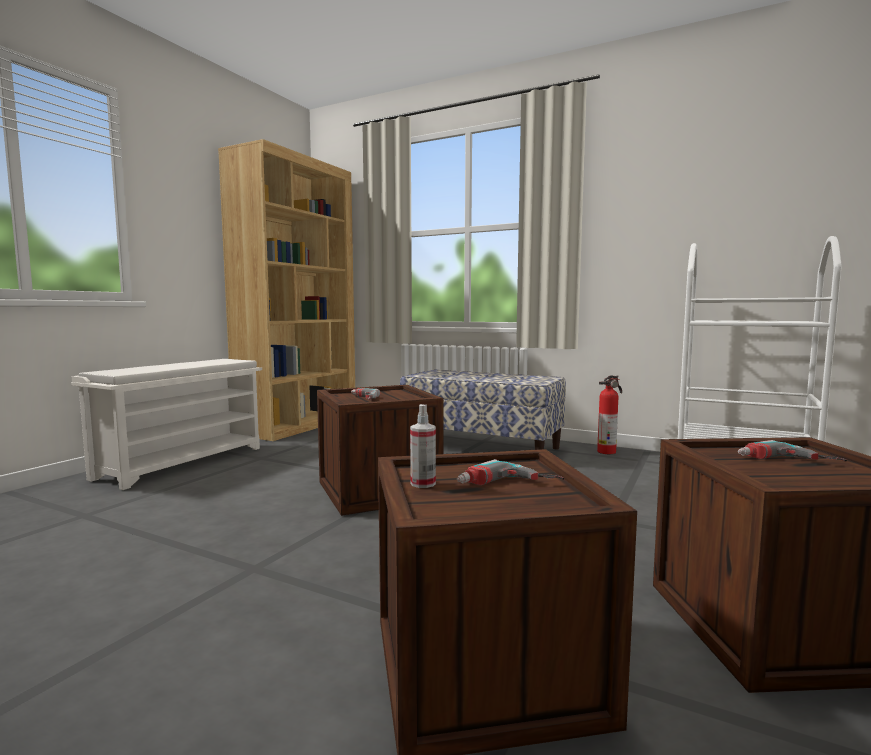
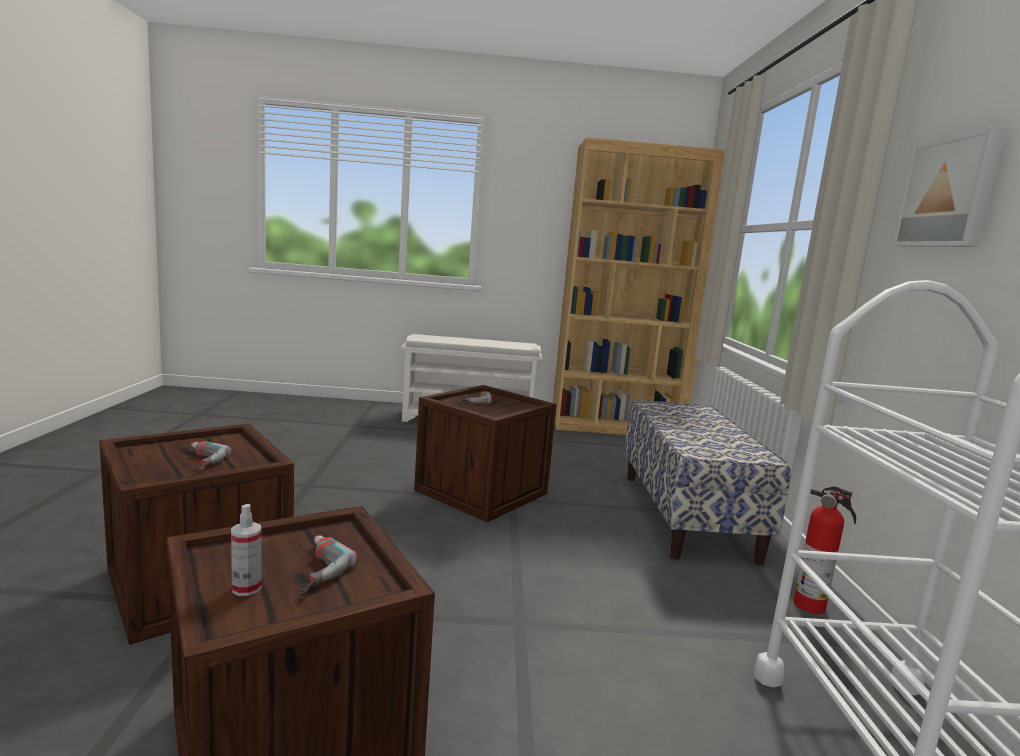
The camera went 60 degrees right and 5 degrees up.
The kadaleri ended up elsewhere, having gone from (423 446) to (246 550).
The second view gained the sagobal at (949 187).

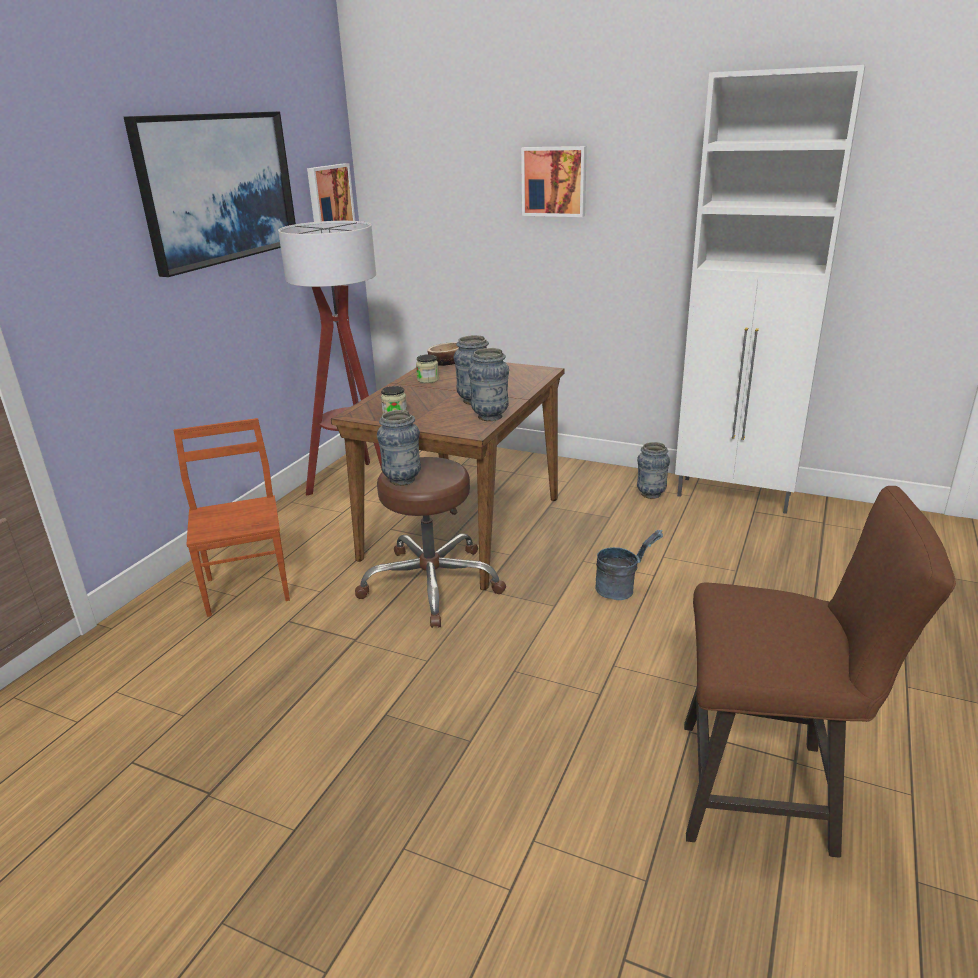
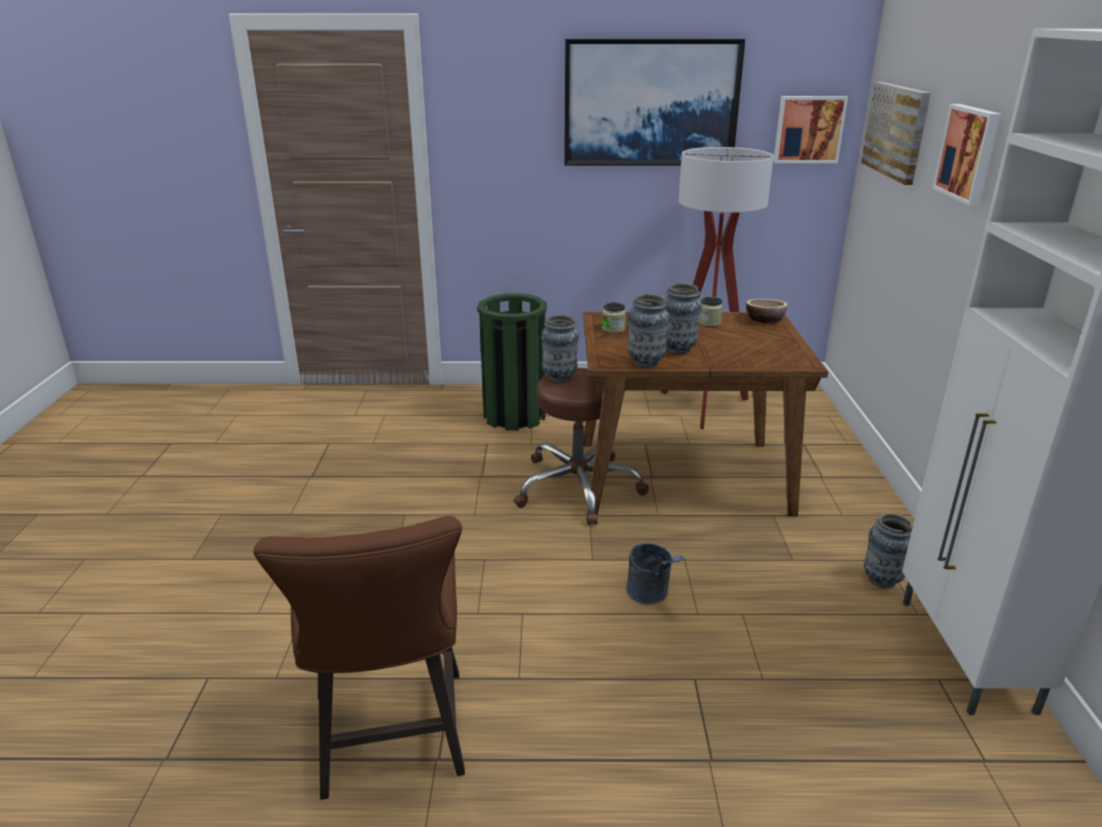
The camera went 65 degrees right and 0 degrees up.
Where the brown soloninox stood at (231 517), the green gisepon came to stand at (512 362).
The second view gained the sagobal at (896 133).

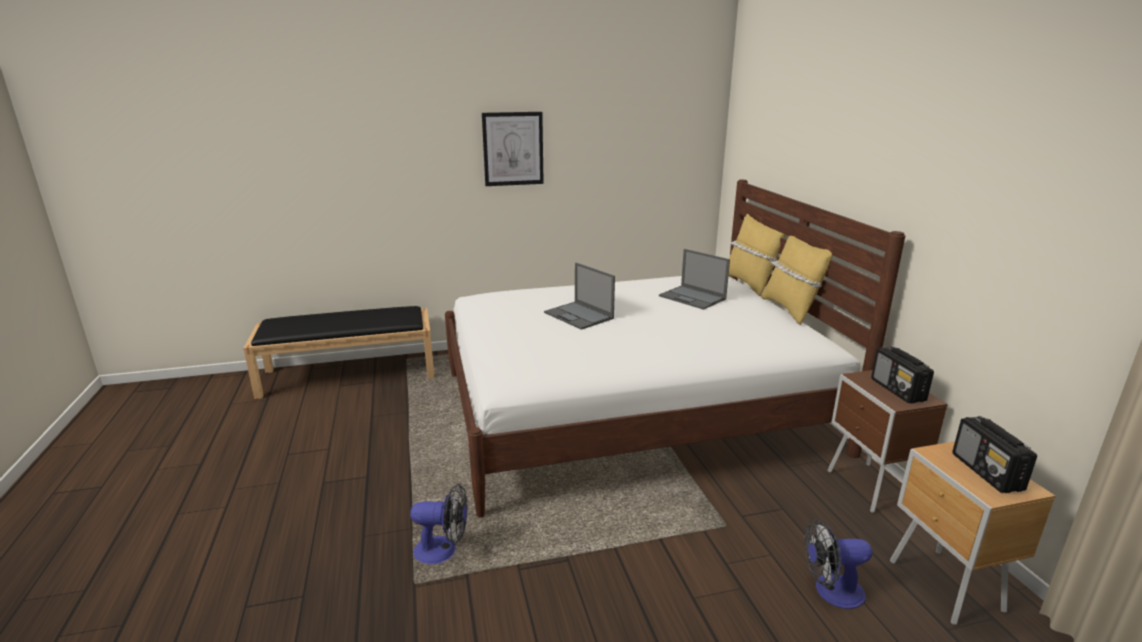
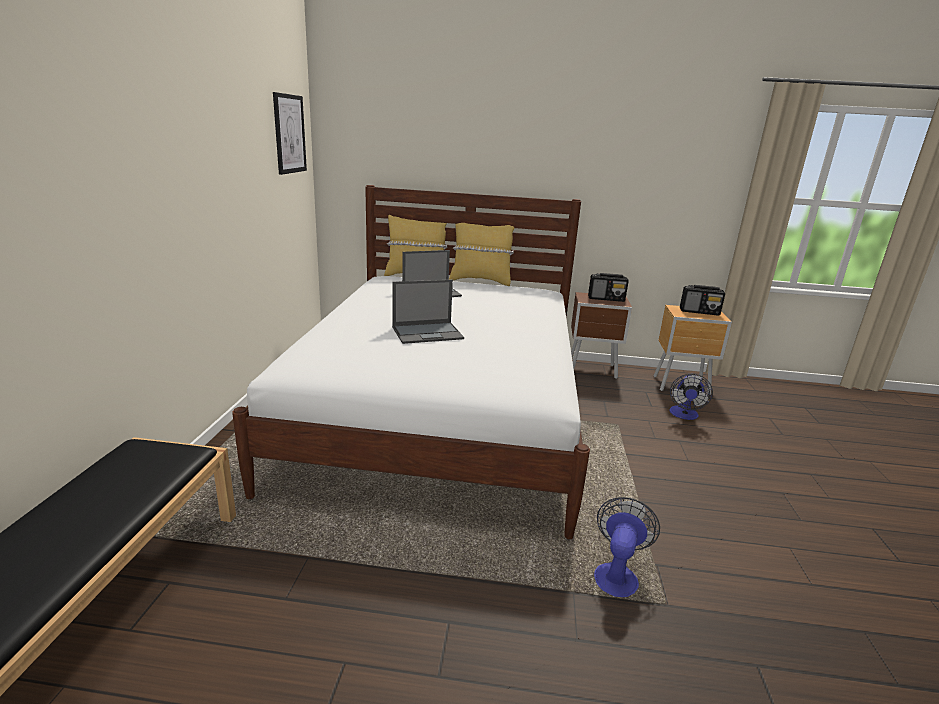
The camera went 70 degrees left and 0 degrees up.
The sagobal ended up elsewhere, having gone from (513 149) to (290 133).

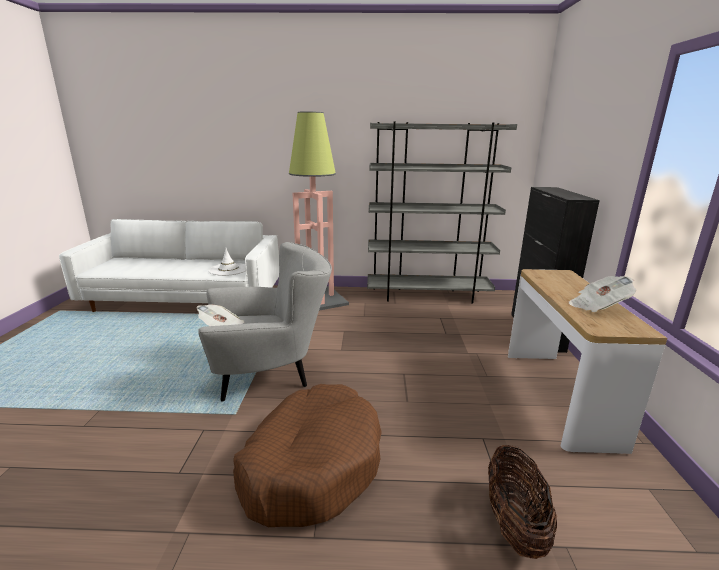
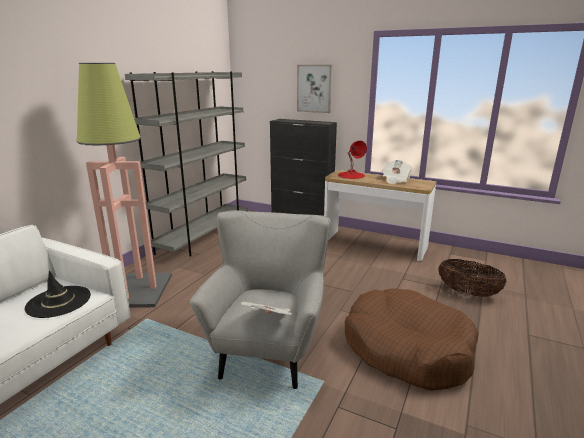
The camera went 65 degrees left and 0 degrees up.
What was the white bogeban at (227 262) turned into the black bogeban at (58 294).
The second view gained the sagobal at (314 89).
The second view gained the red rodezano at (352 160).

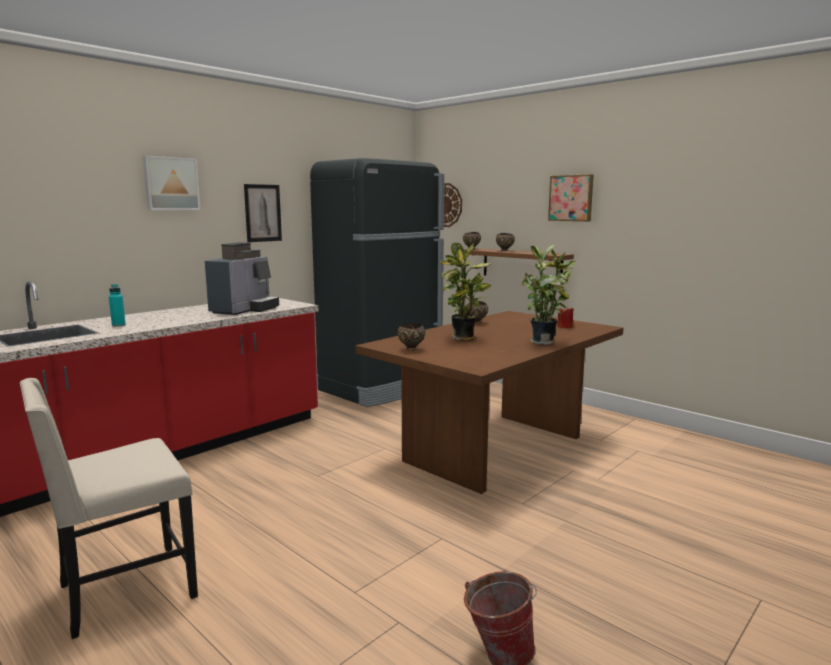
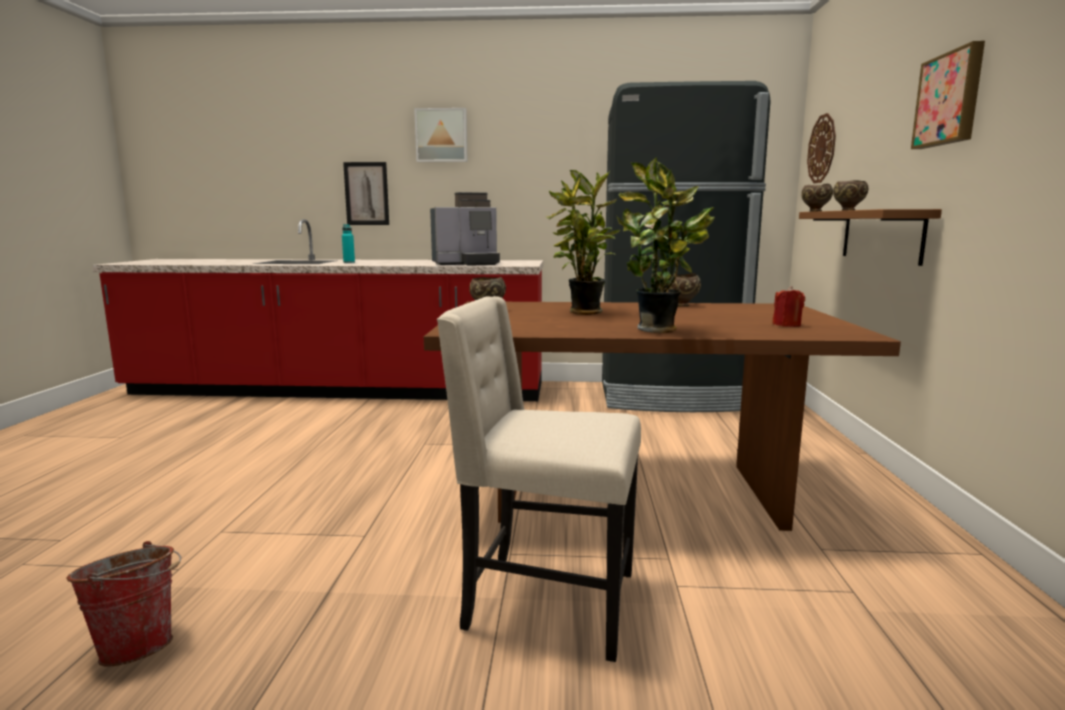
The camera went 50 degrees right and 0 degrees up.
The beige soloninox ended up elsewhere, having gone from (109 508) to (539 479).
The sagobal ended up elsewhere, having gone from (263 213) to (366 193).

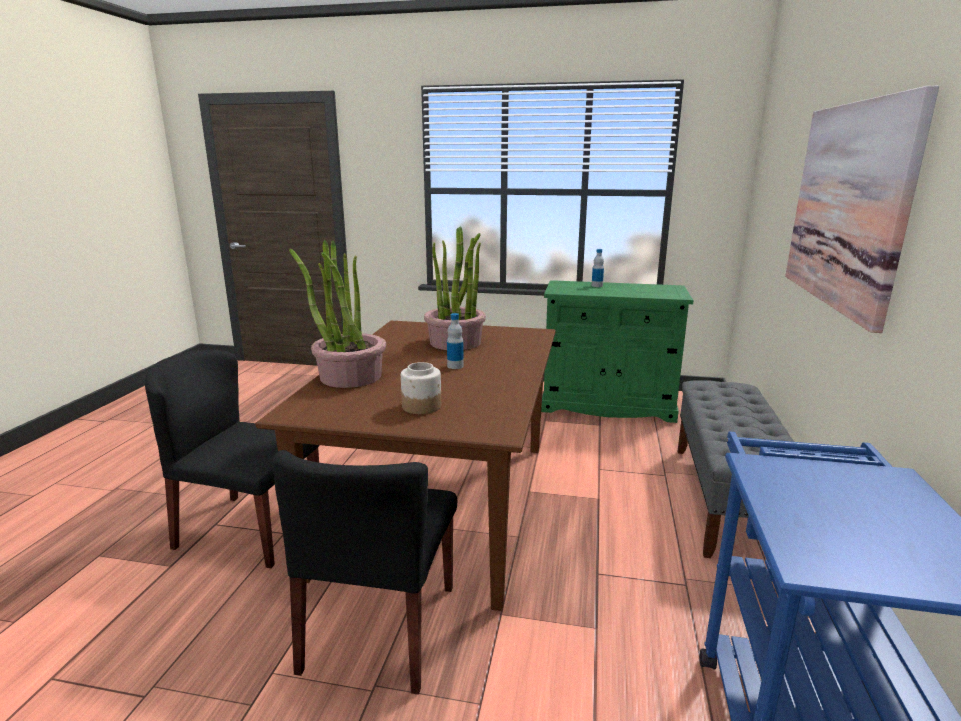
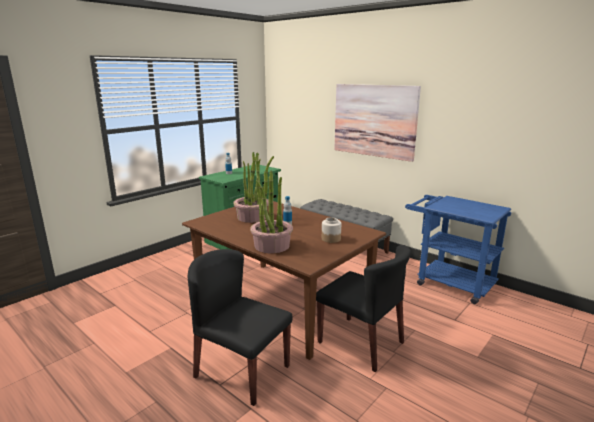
The camera went 60 degrees left and 0 degrees up.
The black soloninox at (232 459) ended up facing another way, 75 degrees clockwise from before.

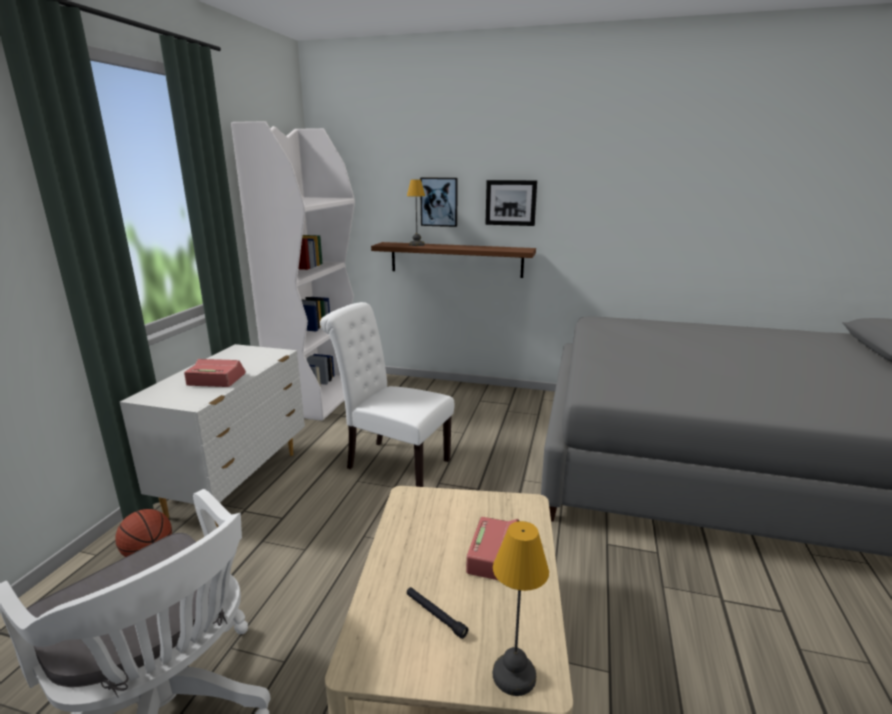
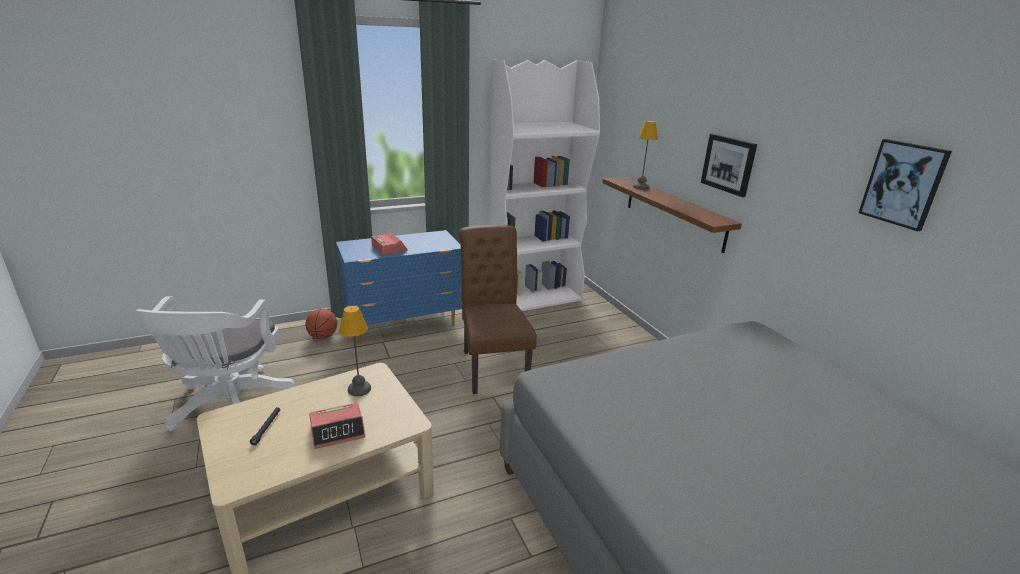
The camera went 50 degrees right and 5 degrees up.
What was the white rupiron at (212 436) turned into the blue rupiron at (399 286).
What was the white soloninox at (387 394) turned into the brown soloninox at (498 309).
The sagobal ended up elsewhere, having gone from (439 202) to (905 185).
The rodezano ended up elsewhere, having gone from (521 608) to (355 351).

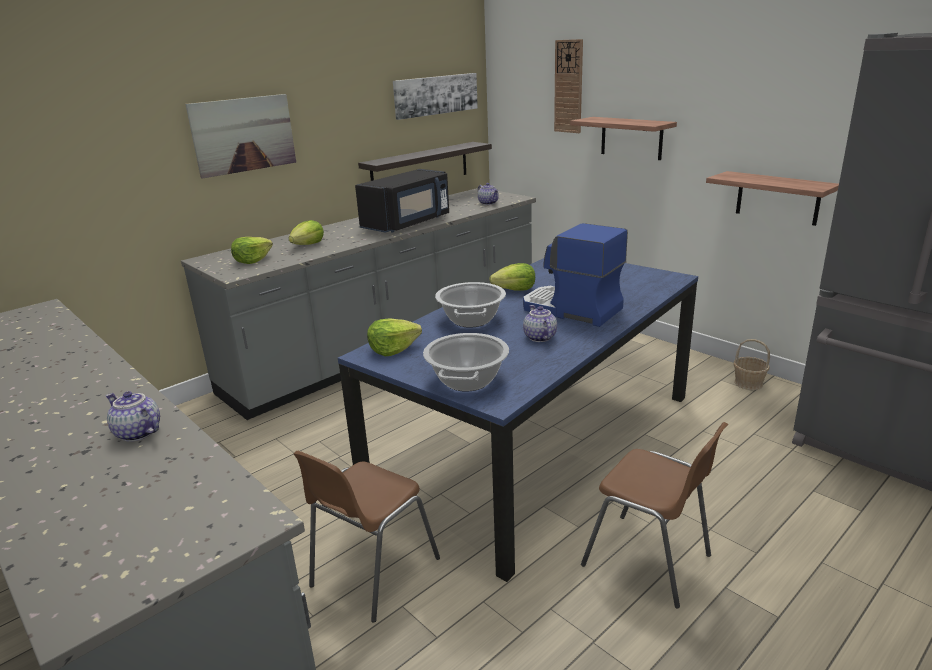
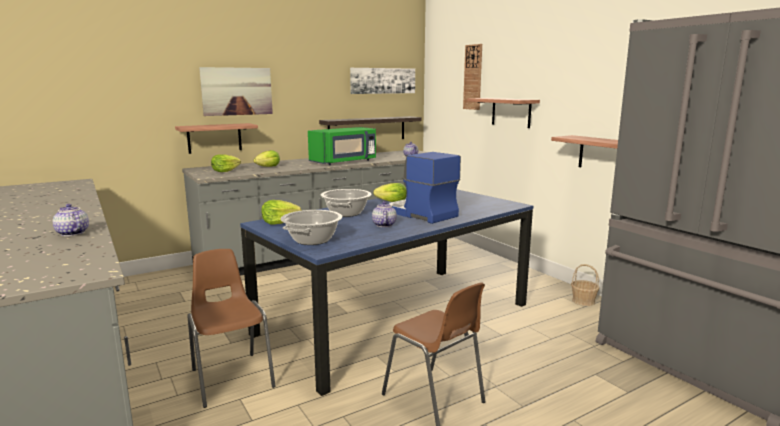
The camera went 10 degrees right and 10 degrees down.
The brown soloninox at (367 537) ended up facing another way, 105 degrees clockwise from before.
What was the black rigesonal at (402 201) turned into the green rigesonal at (342 146).
The second view gained the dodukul at (216 138).

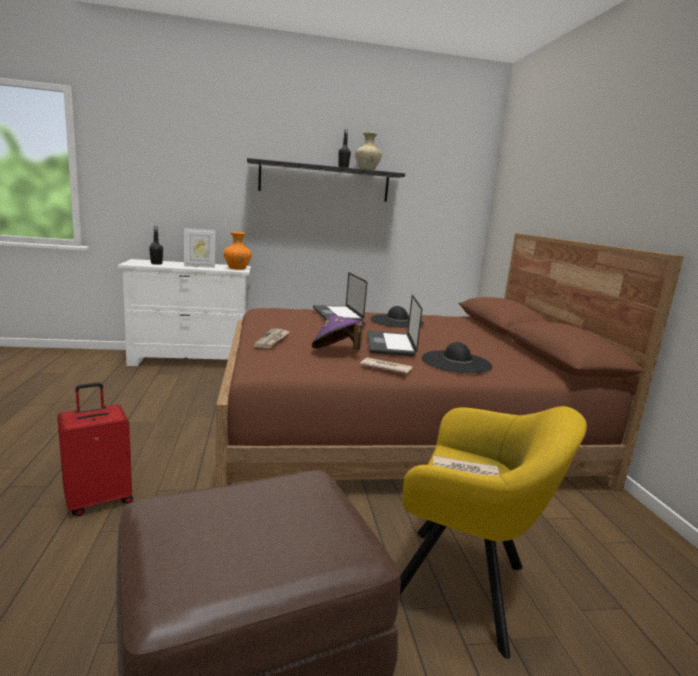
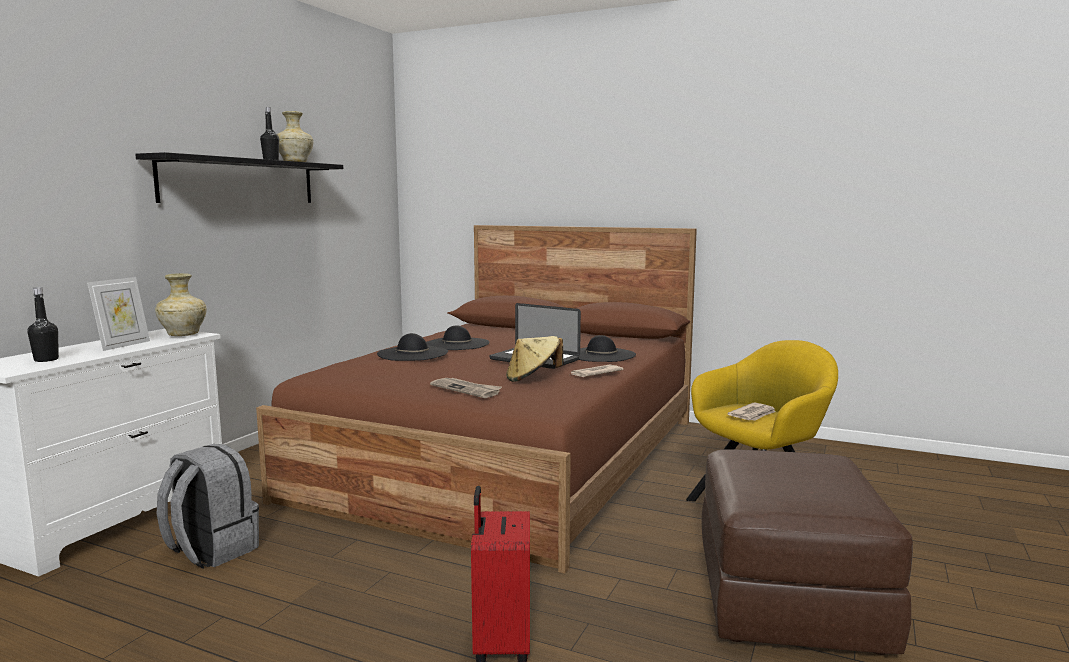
The camera went 55 degrees left and 5 degrees down.
What was the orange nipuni at (238 251) turned into the beige nipuni at (181 304).
What was the purple bogeban at (338 332) turned into the beige bogeban at (534 359).
Where the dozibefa stood at (340 296), the black bogeban came to stand at (412 347).
The second view gained the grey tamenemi at (208 506).

